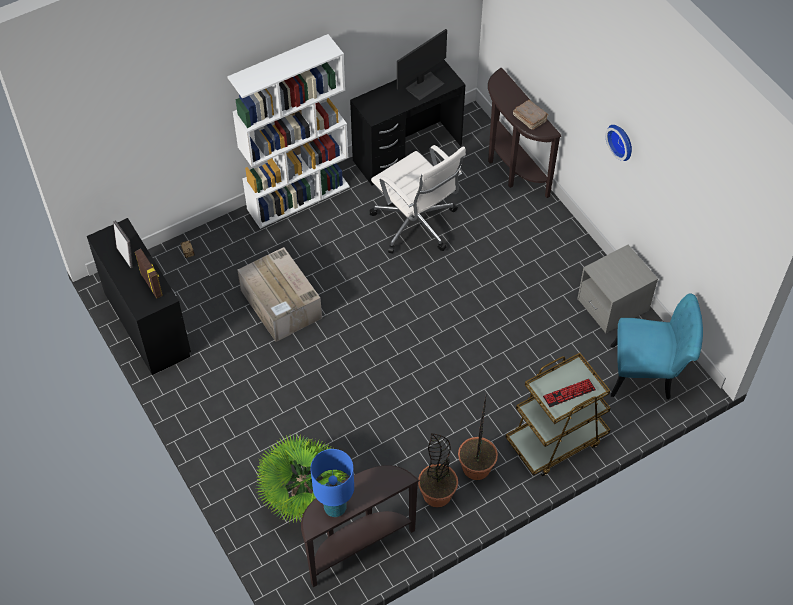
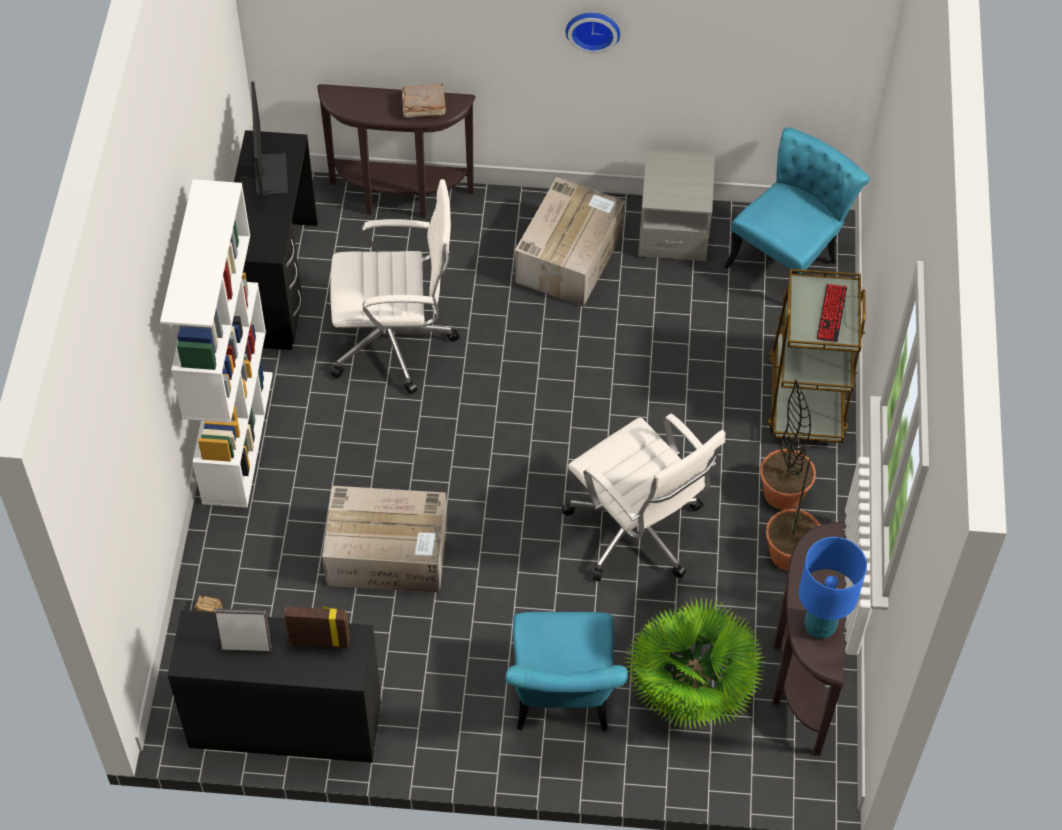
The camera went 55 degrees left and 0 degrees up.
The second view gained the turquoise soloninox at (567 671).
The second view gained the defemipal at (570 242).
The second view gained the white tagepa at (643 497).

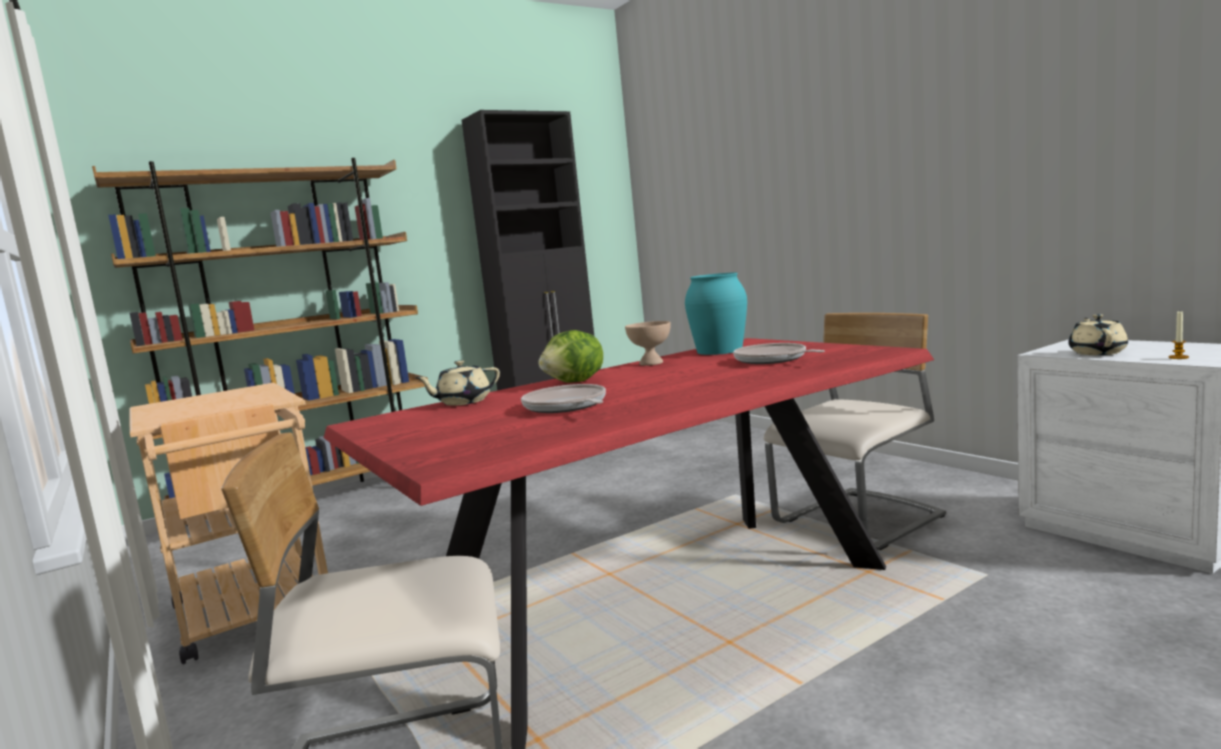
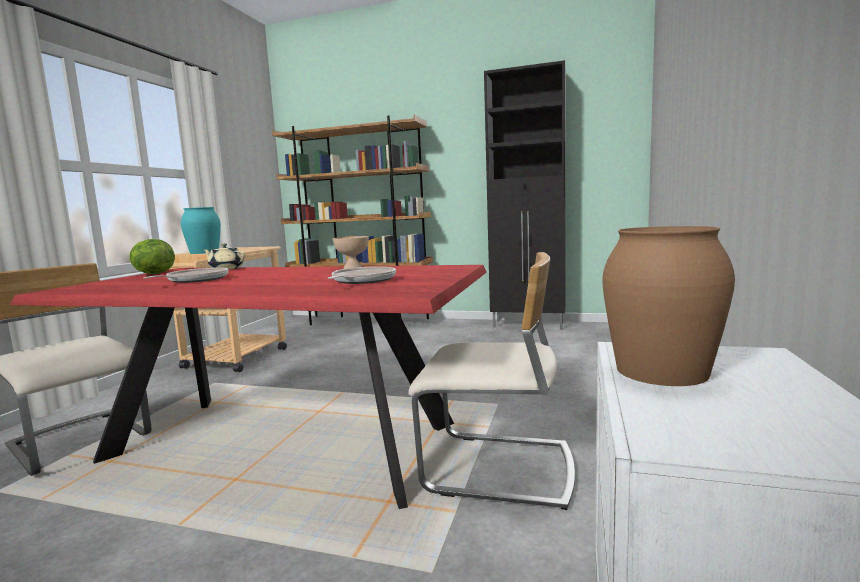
The camera went 50 degrees right and 0 degrees up.
The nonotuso ended up elsewhere, having gone from (571 356) to (152 256).
The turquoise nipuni ended up elsewhere, having gone from (716 313) to (201 230).
Where the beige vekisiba stood at (1098 334), the brown nipuni came to stand at (669 306).
The second view lost the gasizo at (1179 335).

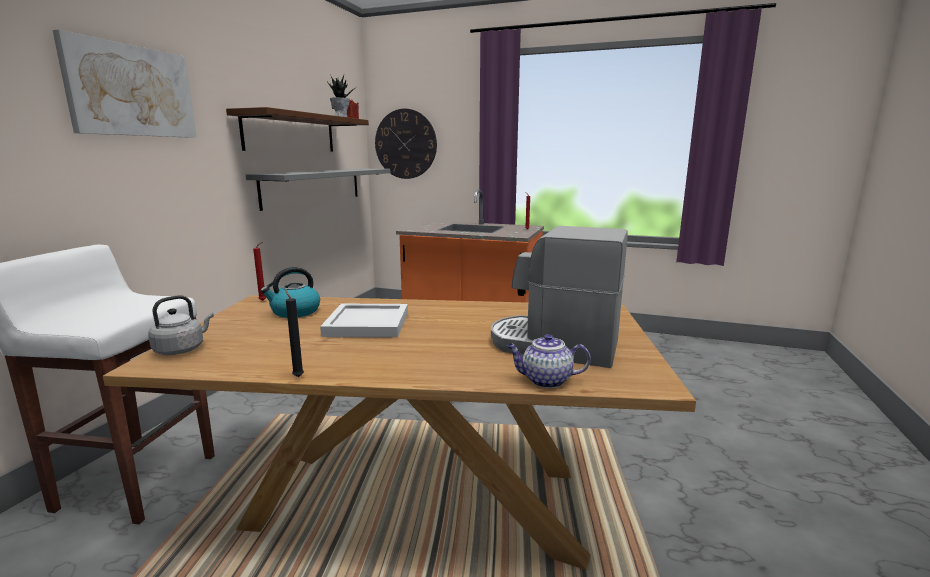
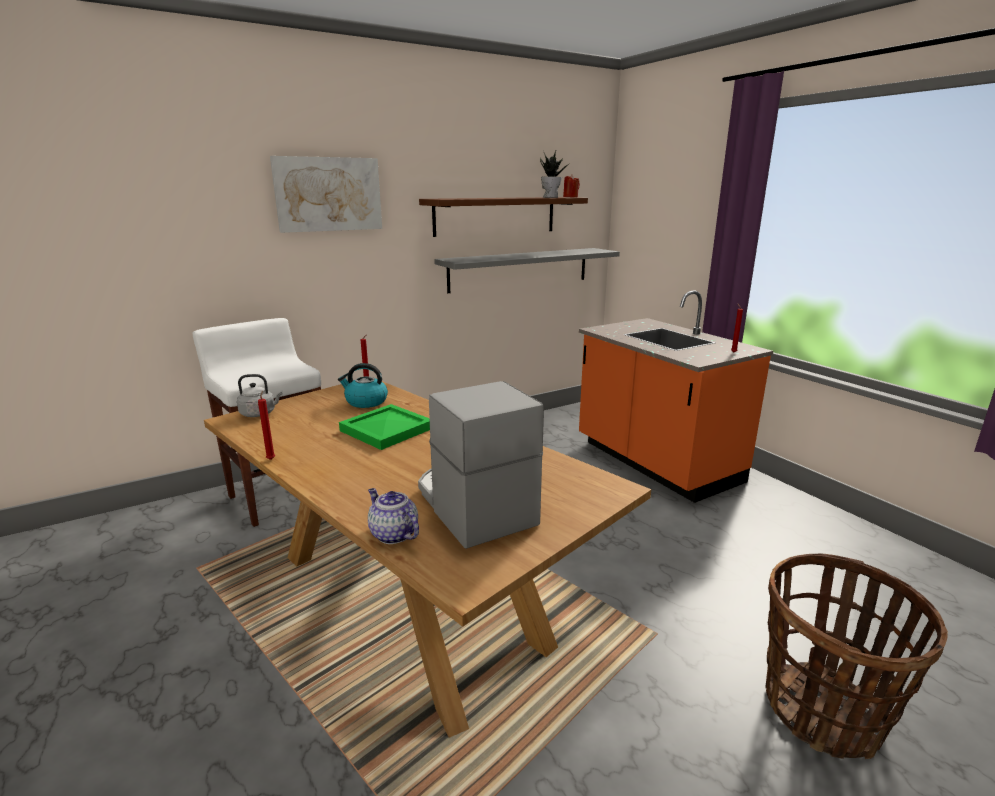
The camera went 40 degrees right and 5 degrees up.
What was the black gasizo at (294 333) turned into the red gasizo at (266 425).
What was the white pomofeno at (364 321) turned into the green pomofeno at (384 427).
The second view lost the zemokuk at (406 144).
The second view gained the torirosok at (857 656).

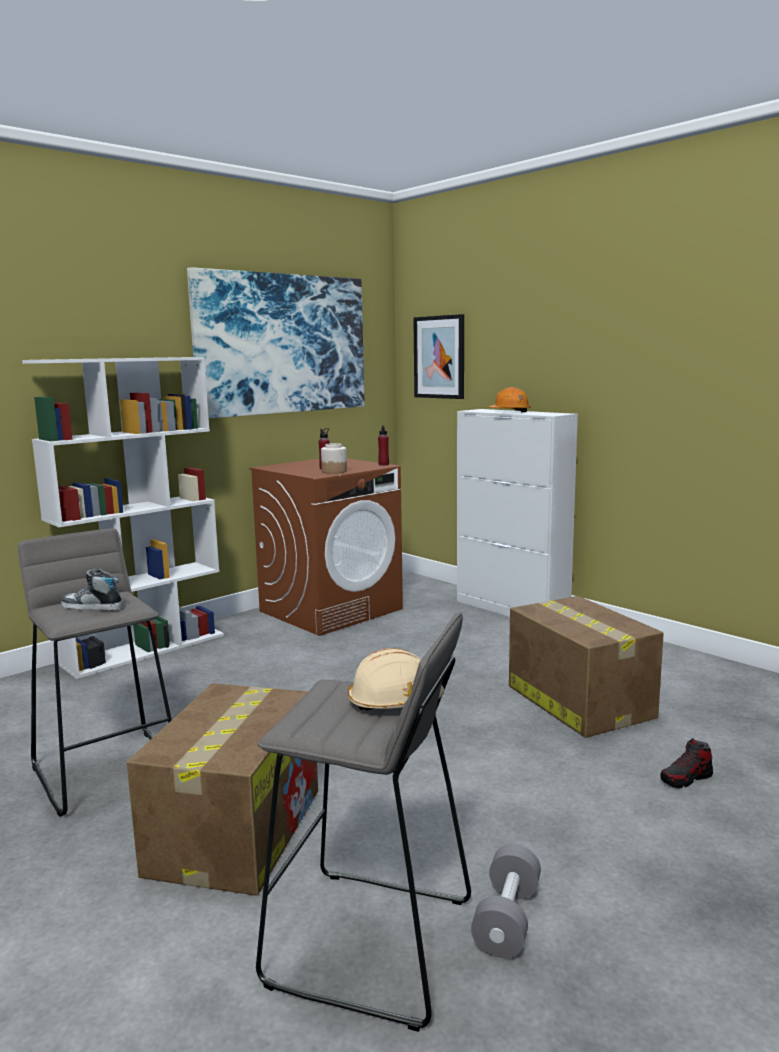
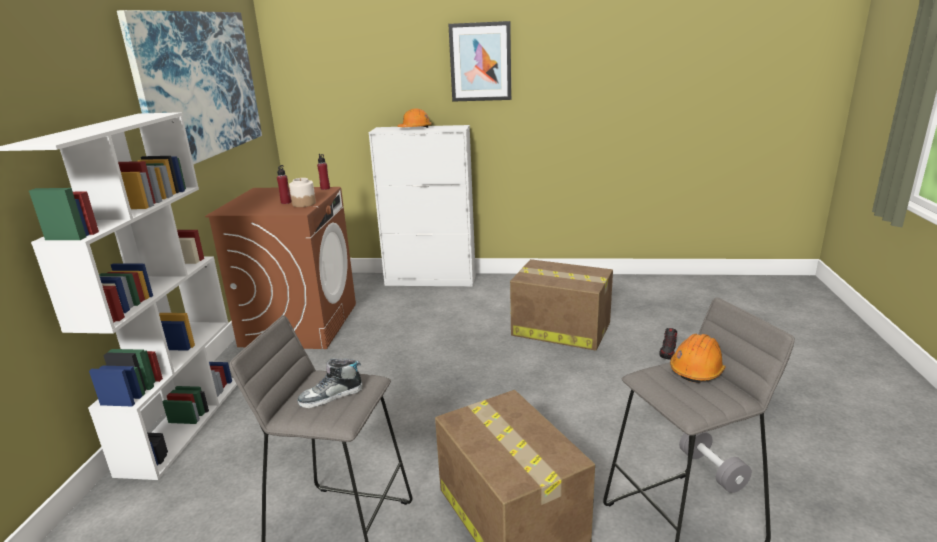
The camera went 40 degrees left and 10 degrees up.
What was the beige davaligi at (396 679) turned into the orange davaligi at (698 358).
The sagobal ended up elsewhere, having gone from (438 356) to (479 61).

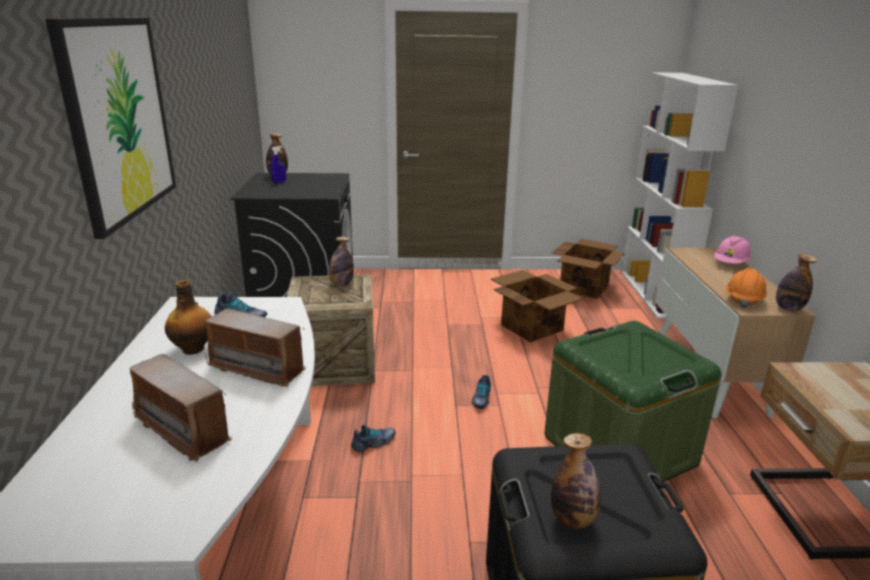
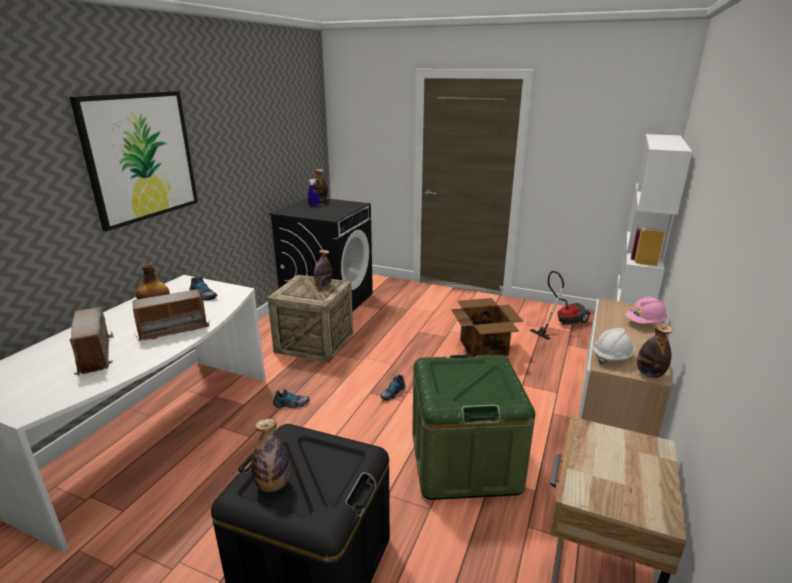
The camera went 25 degrees right and 0 degrees up.
The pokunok at (255 347) ended up facing another way, 75 degrees counterclockwise from before.
Where the defemipal stood at (588 269), the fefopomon came to stand at (560 305).
What was the orange davaligi at (746 288) turned into the white davaligi at (615 346).

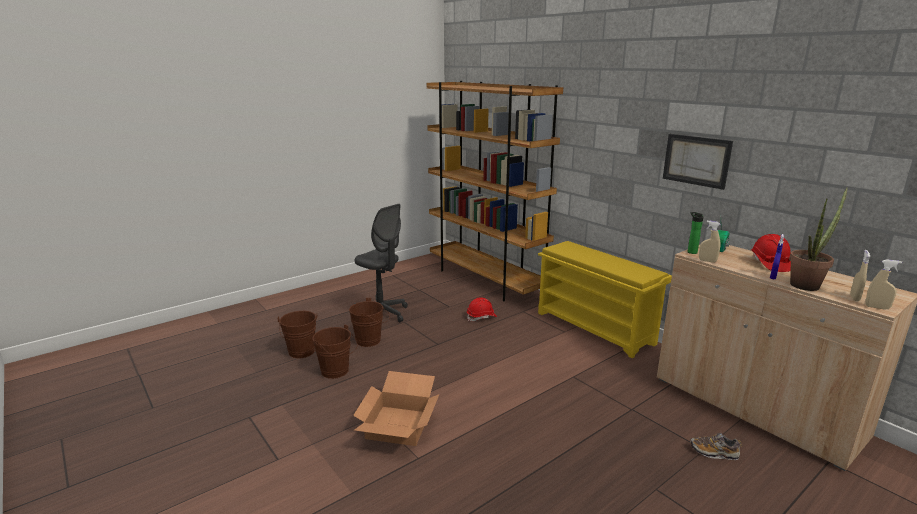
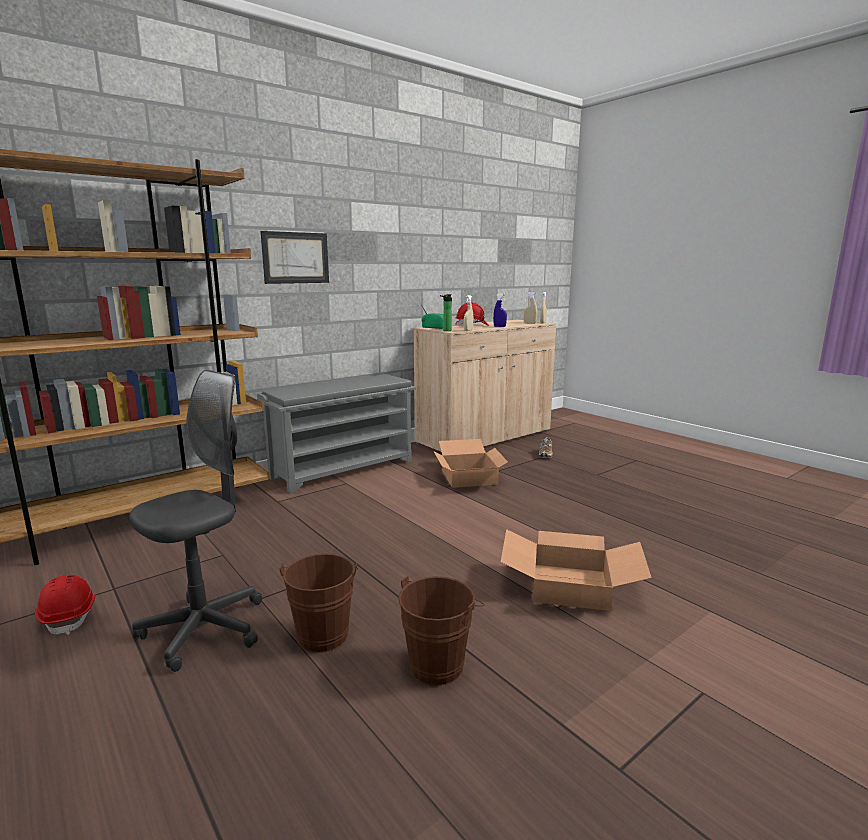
The camera went 90 degrees left and 5 degrees down.
The second view lost the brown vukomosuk at (298 335).
The red davaligi ended up elsewhere, having gone from (482 309) to (65 605).
What was the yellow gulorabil at (605 299) turned into the grey gulorabil at (336 433).
The sagobal ended up elsewhere, having gone from (698 162) to (295 257).
The second view lost the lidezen at (818 239).
The second view gained the defemipal at (470 463).

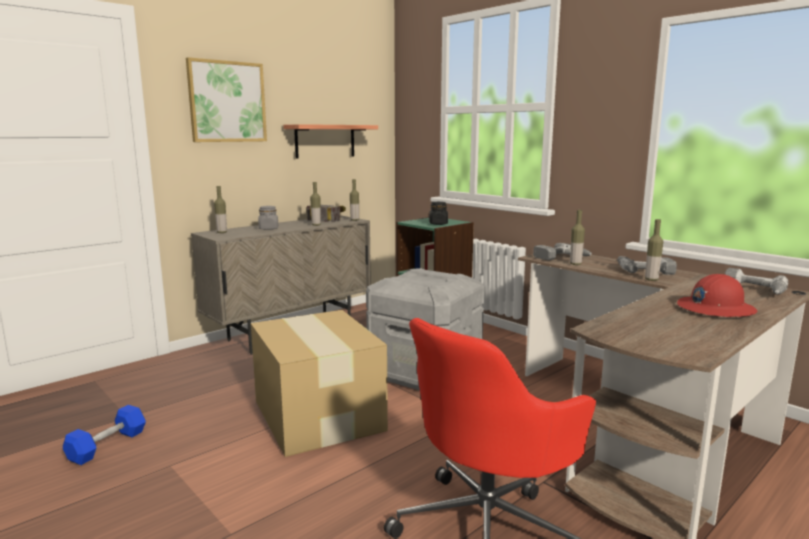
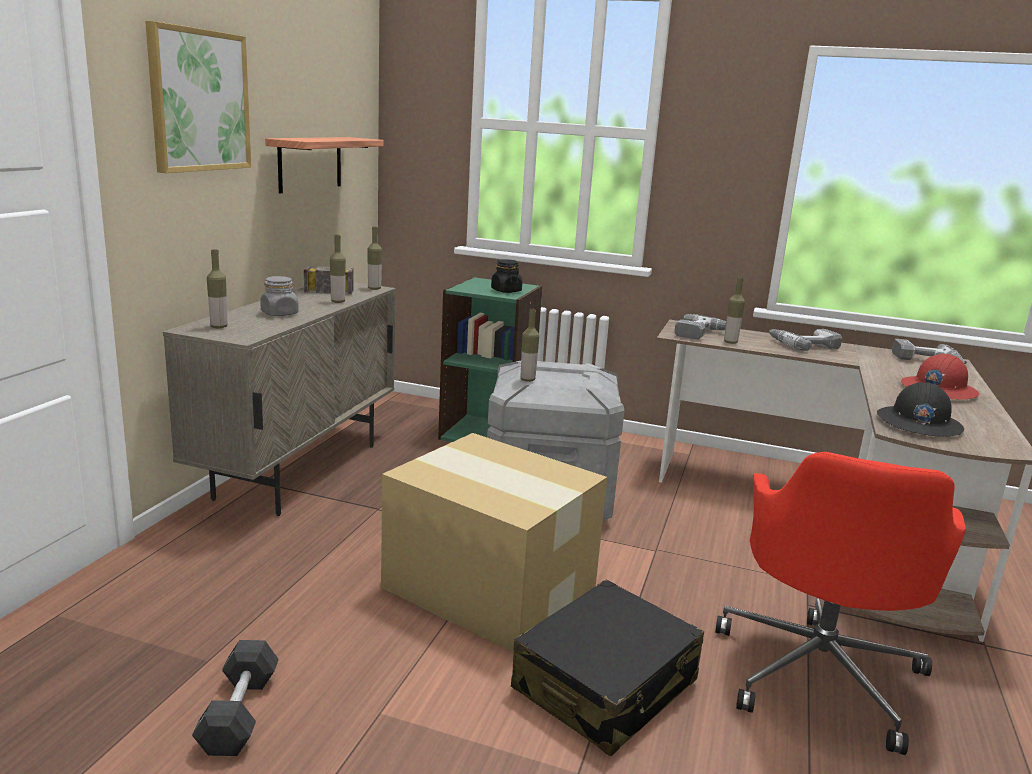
The camera went 30 degrees left and 5 degrees up.
What was the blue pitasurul at (104 435) turned into the black pitasurul at (235 698).
The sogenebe ended up elsewhere, having gone from (654 250) to (530 345).
The second view gained the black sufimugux at (607 668).
The second view gained the black davaligi at (920 409).

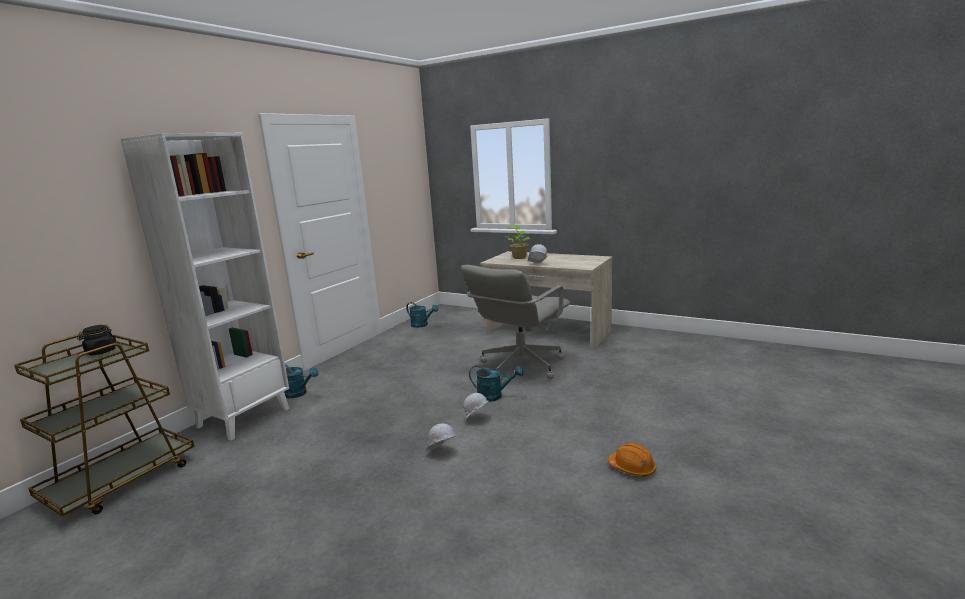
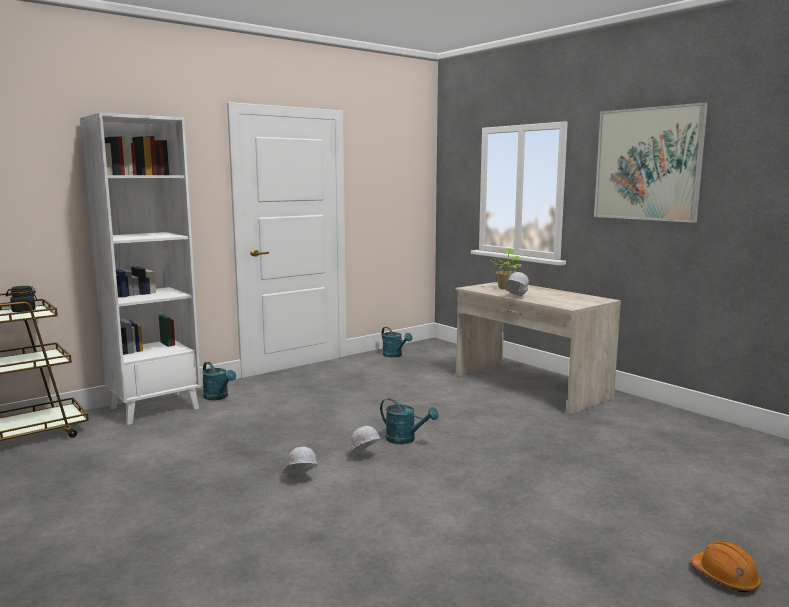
The camera went 20 degrees right and 5 degrees down.
The second view lost the grey tagepa at (515 323).
The orange davaligi ended up elsewhere, having gone from (632 459) to (726 566).
The second view gained the sagobal at (651 162).

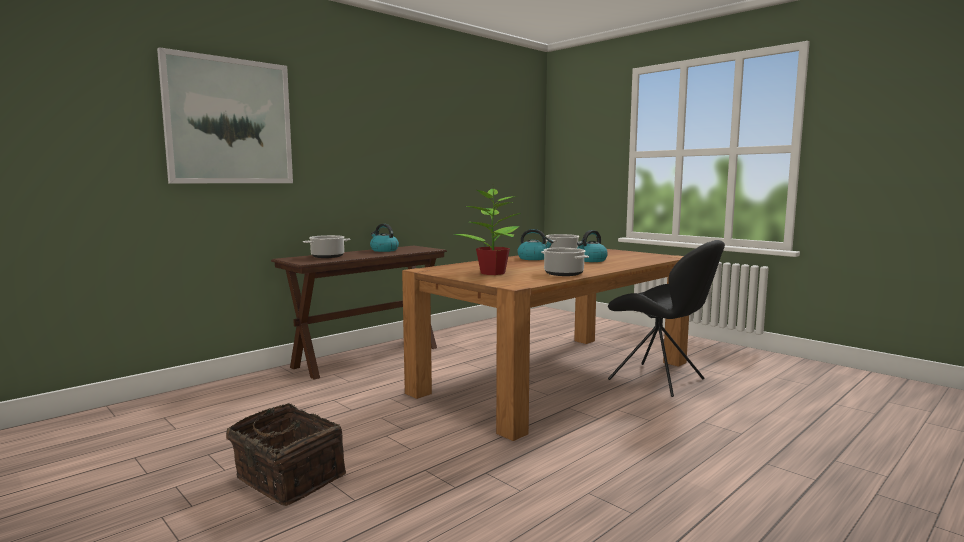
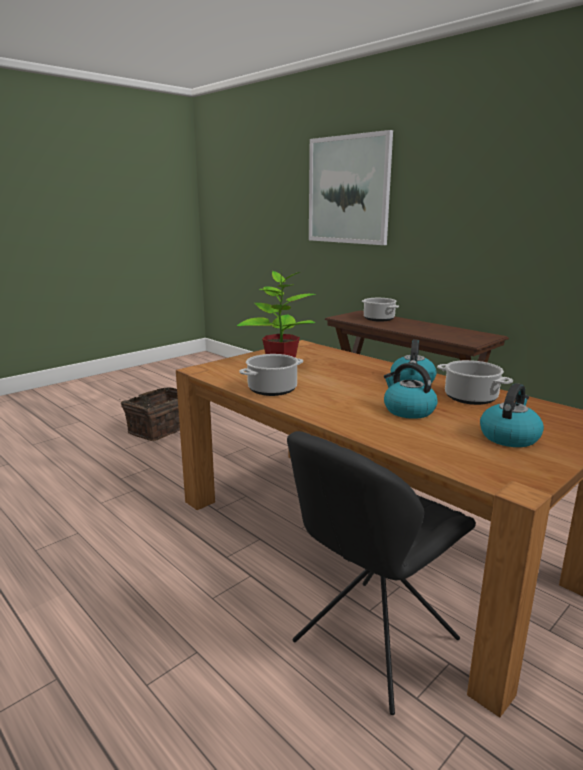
The camera went 90 degrees right and 10 degrees up.
The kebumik ended up elsewhere, having gone from (384 238) to (512 415).

